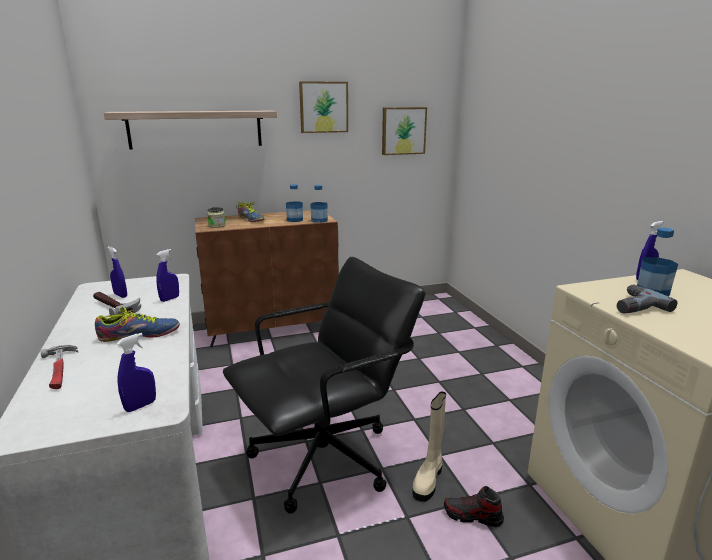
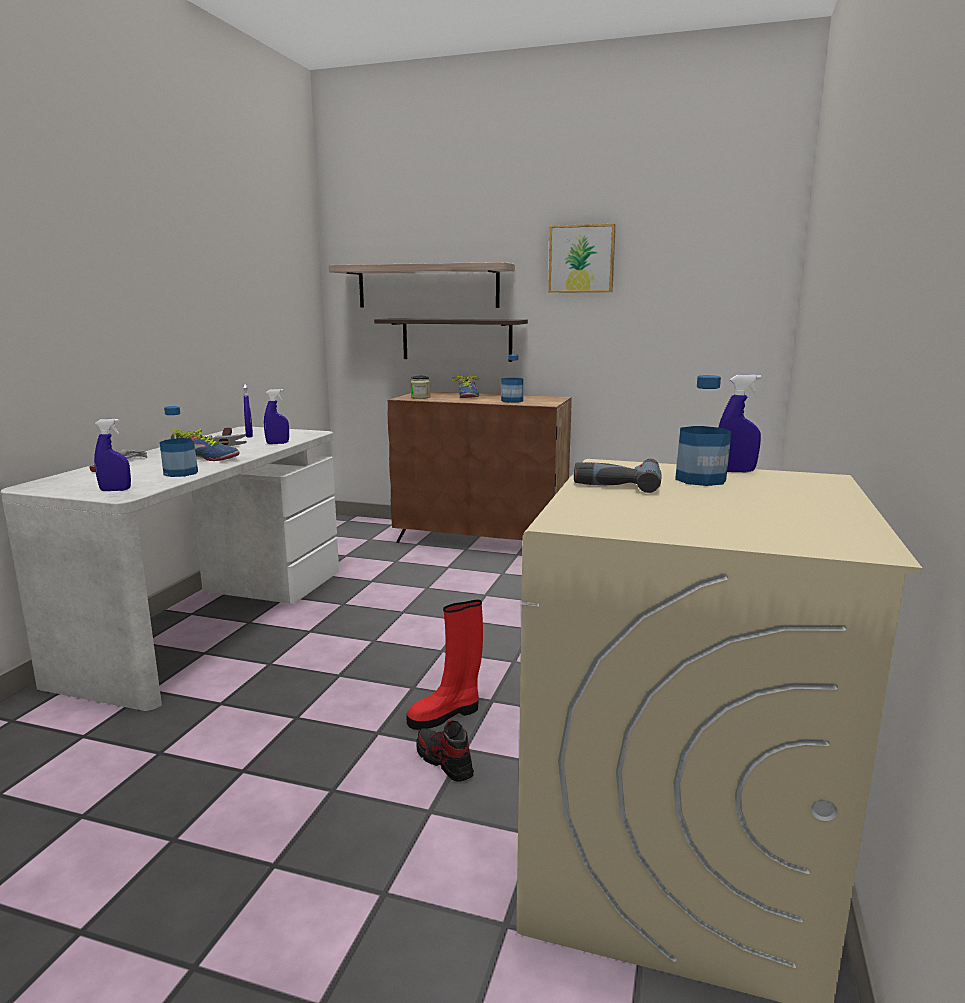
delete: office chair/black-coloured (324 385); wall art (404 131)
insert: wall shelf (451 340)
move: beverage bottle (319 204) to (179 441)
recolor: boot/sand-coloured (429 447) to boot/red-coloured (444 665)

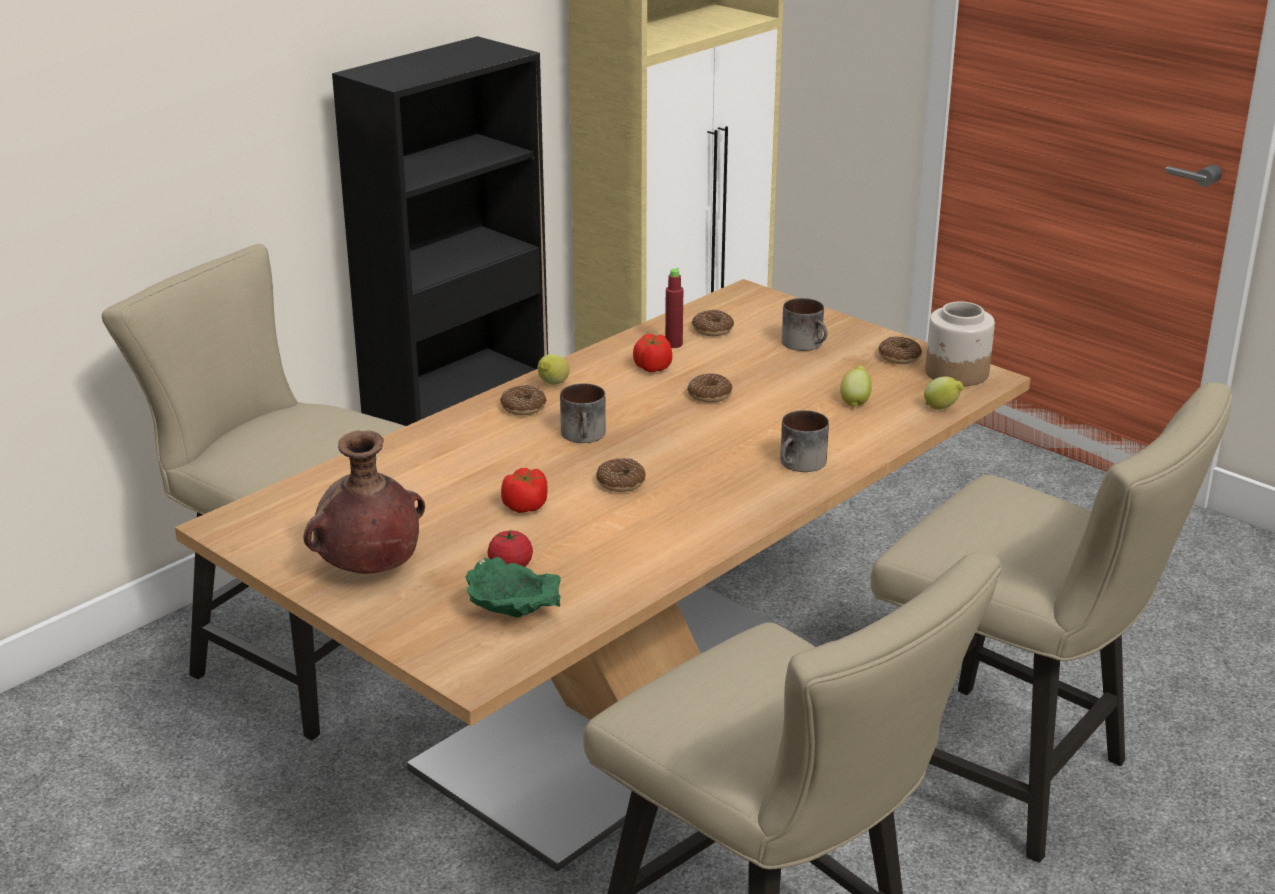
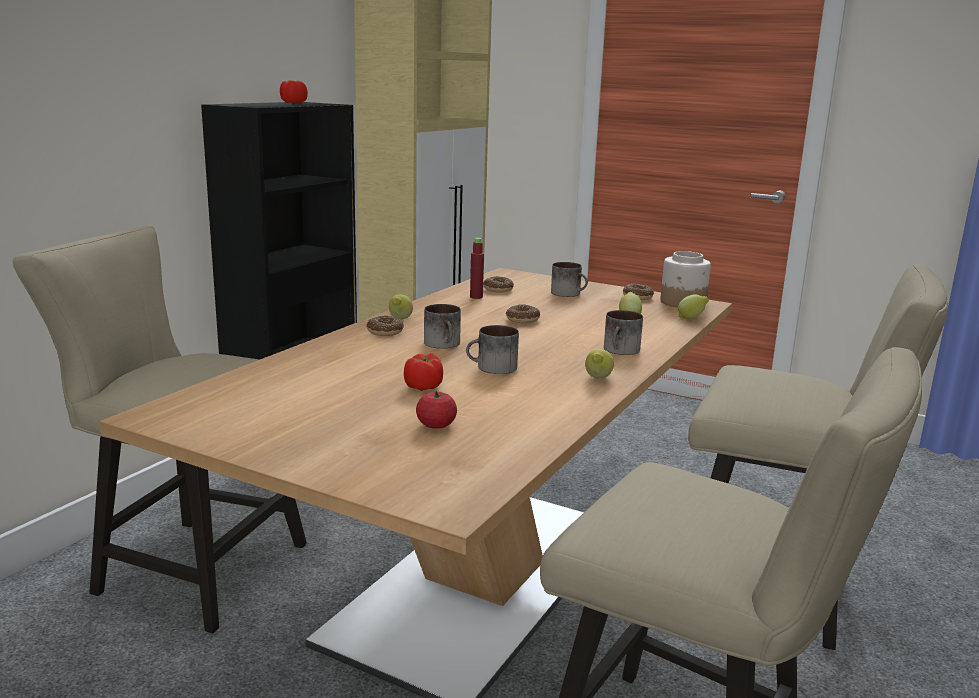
delete: decorative vase/brown-coloured (364 502); deep dish/green (513 587)
insert: whole lemon (599 363)
move: tomato (652 353) to (294 92)
replace: ring doughnut (621 475) to tea mug (492 349)

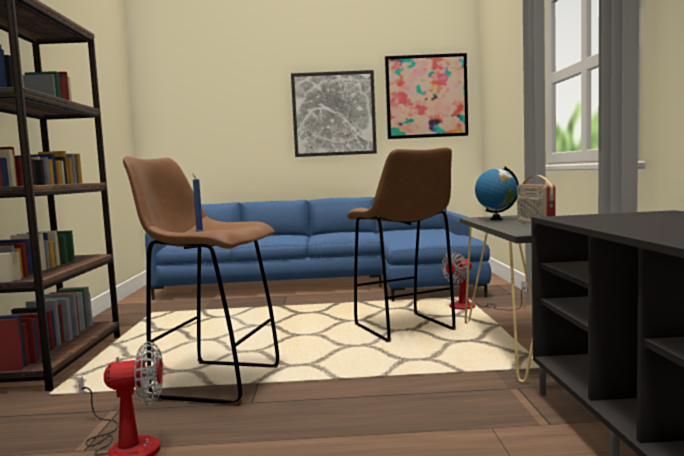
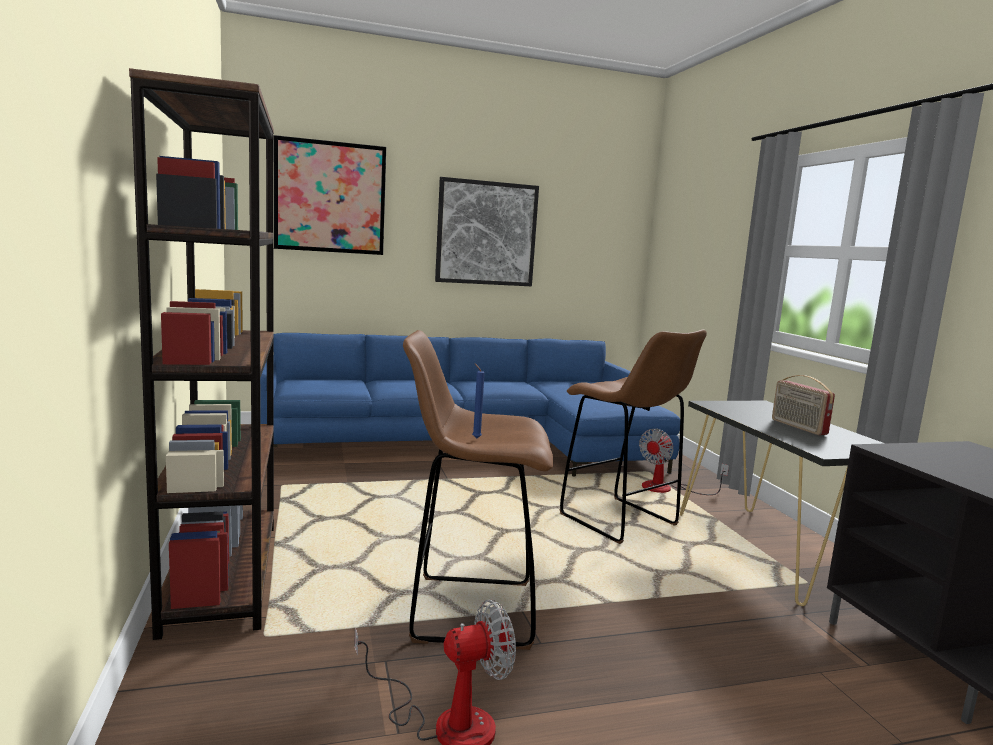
delete: world globe (497 193)
move: wall art (426 96) to (330 195)

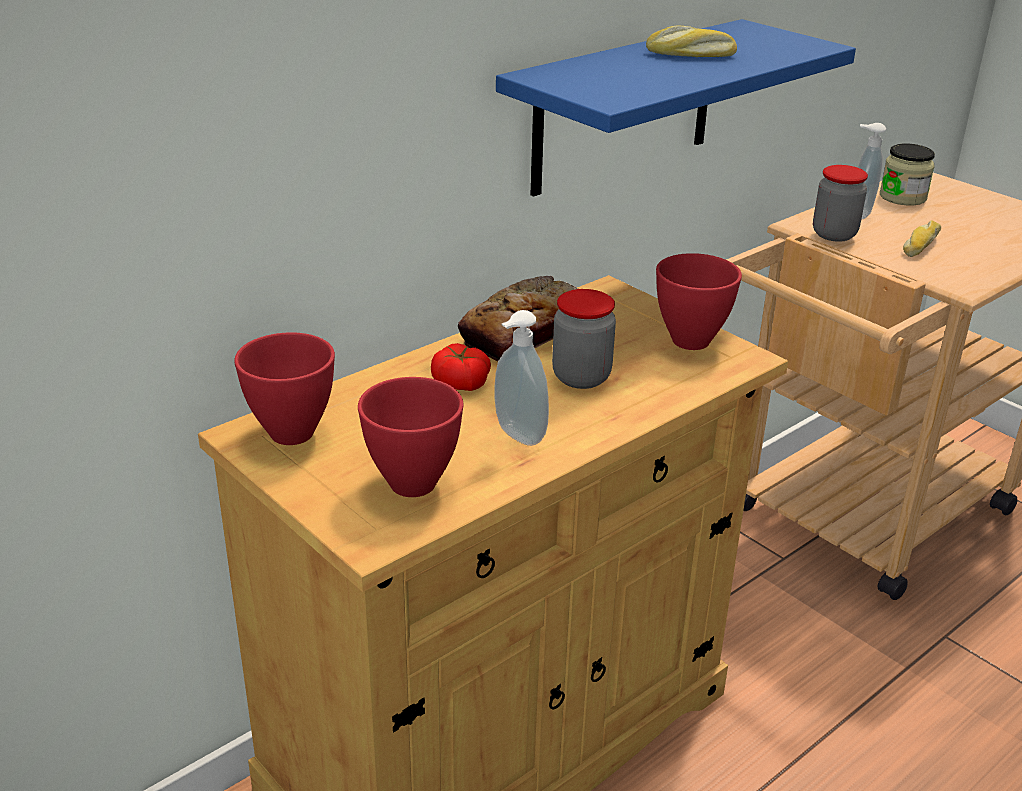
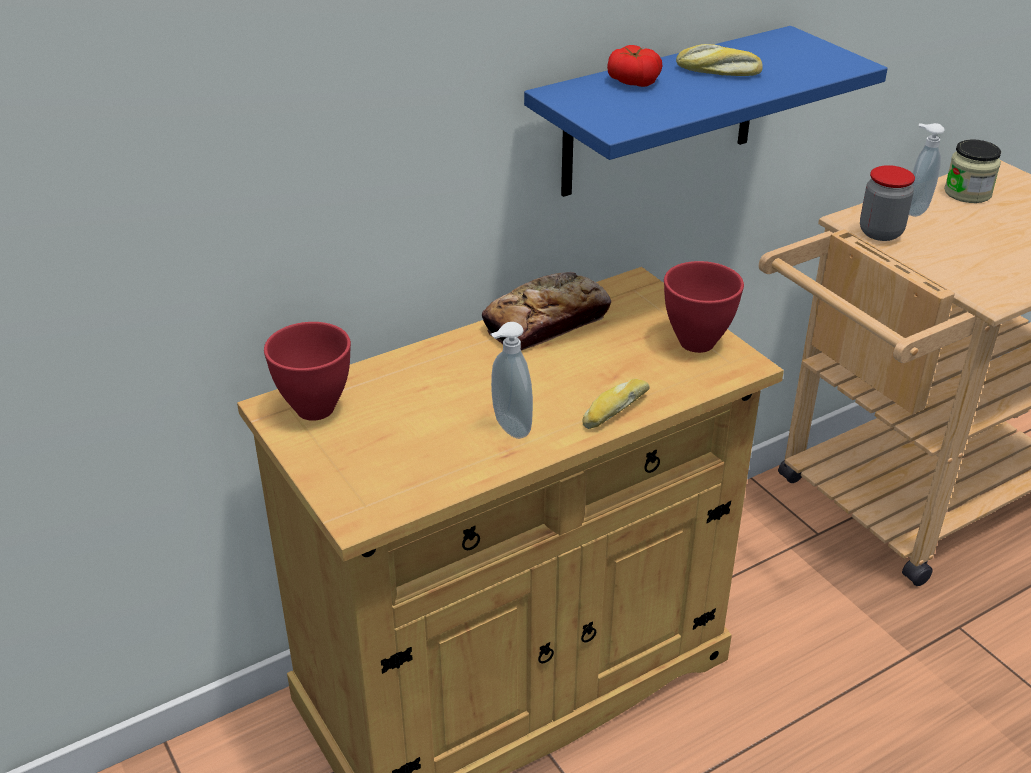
delete: deep dish/red-coloured (410 437); jar (584 339)
move: tomato (461 367) to (634 66); bread (922 238) to (616 404)

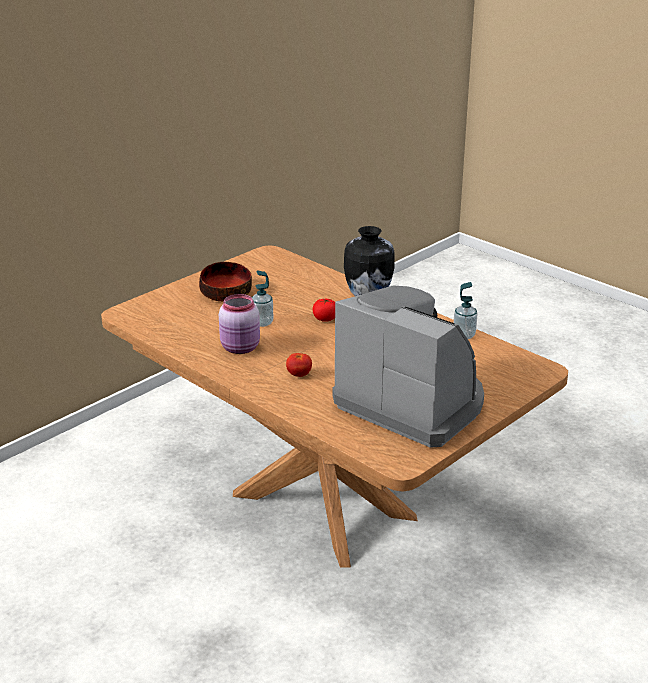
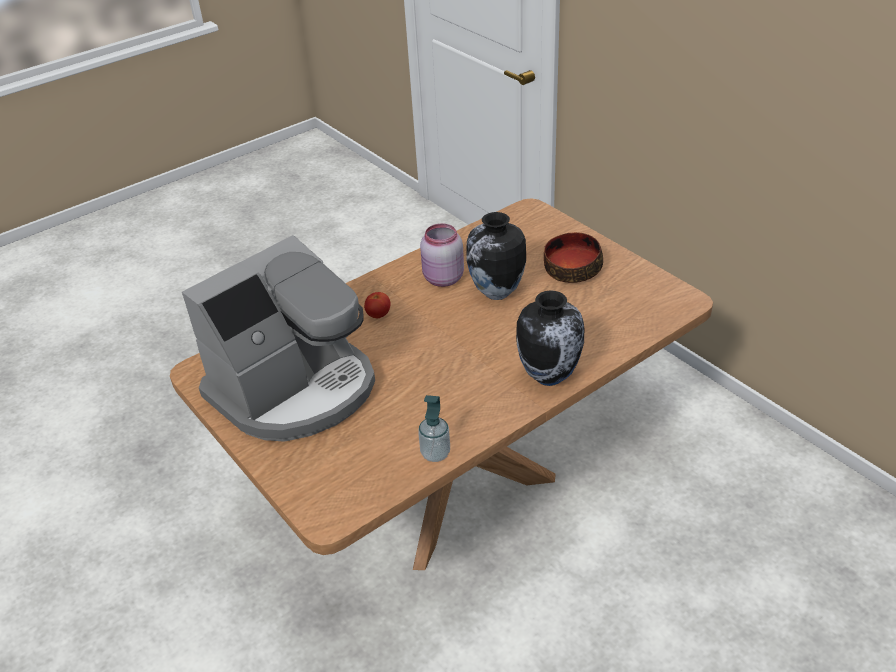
delete: tomato (324 310)
replace: soap bottle (262 298) to decorative vase (496 256)

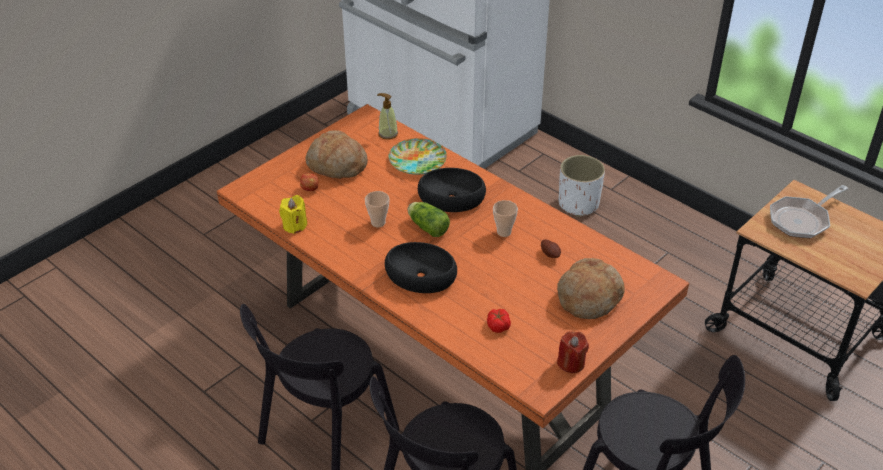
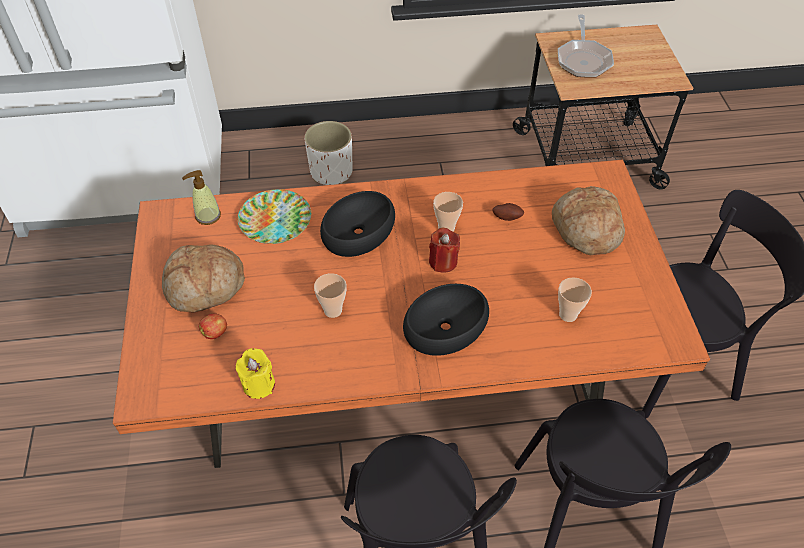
delete: lettuce (429 219)
move: candle/red-coloured (573 352) to (444 250)
replace: tomato (499 321) to drinking cup (575 299)

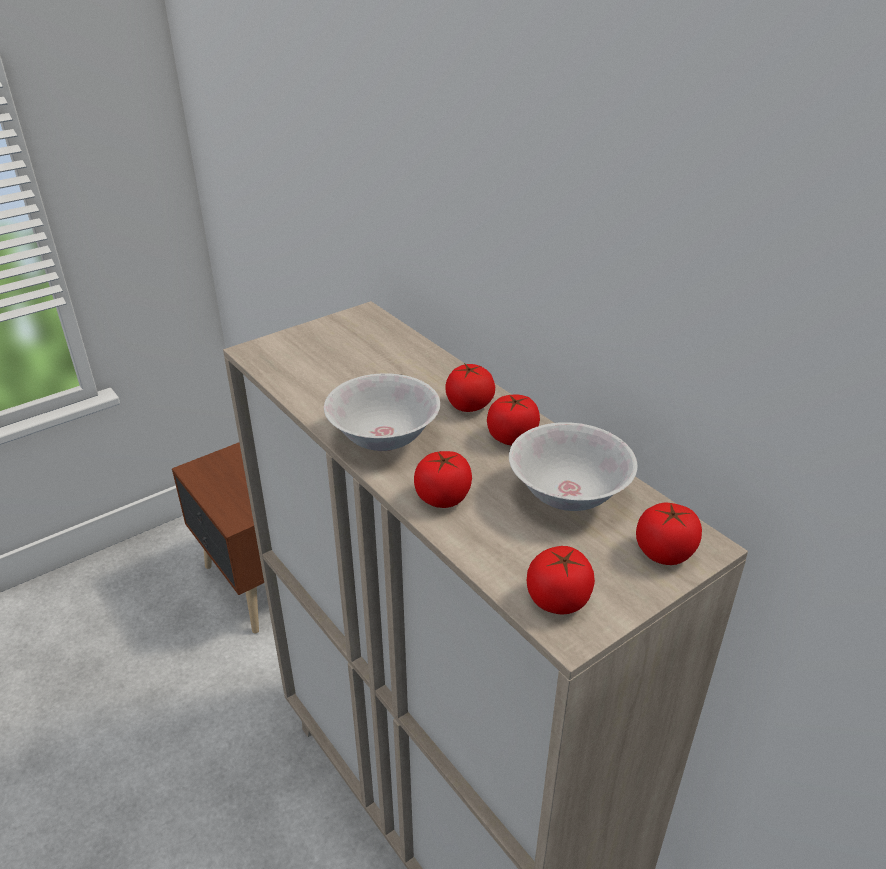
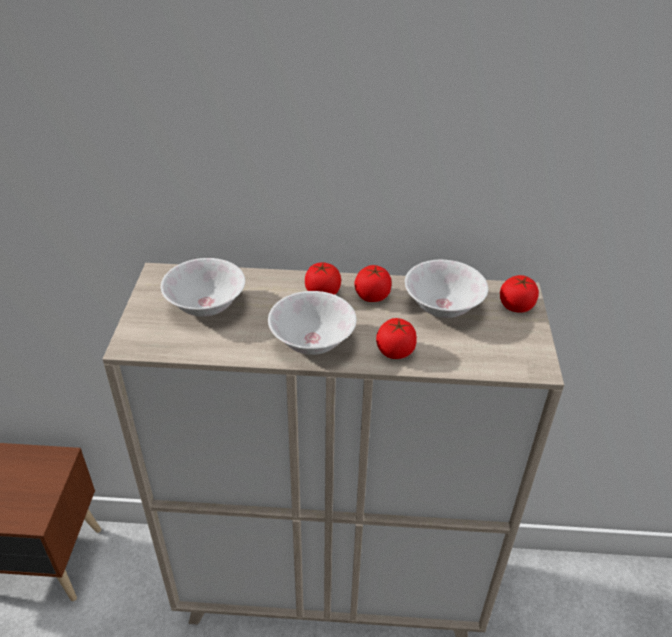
delete: tomato (561 580)
insert: deep dish/whitish (203 287)

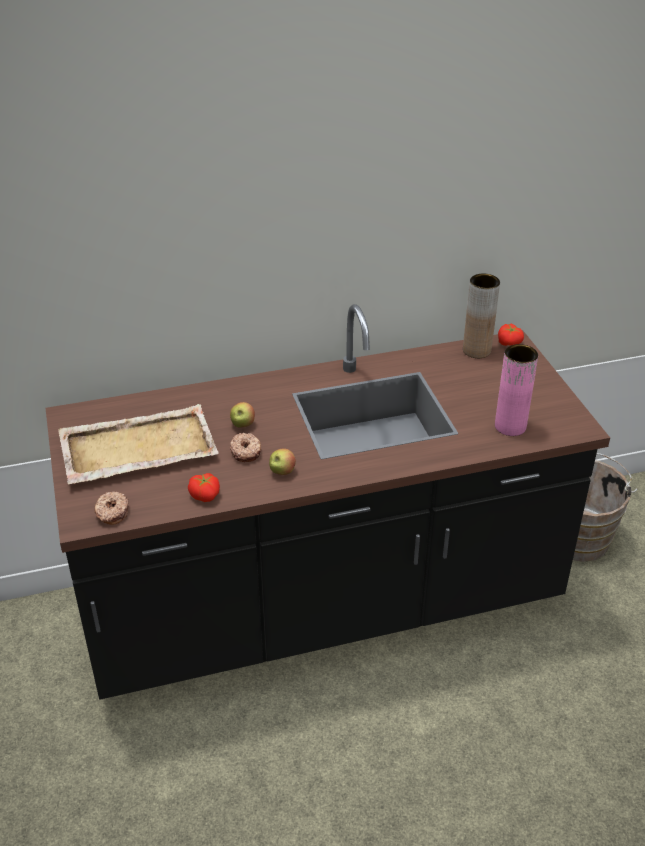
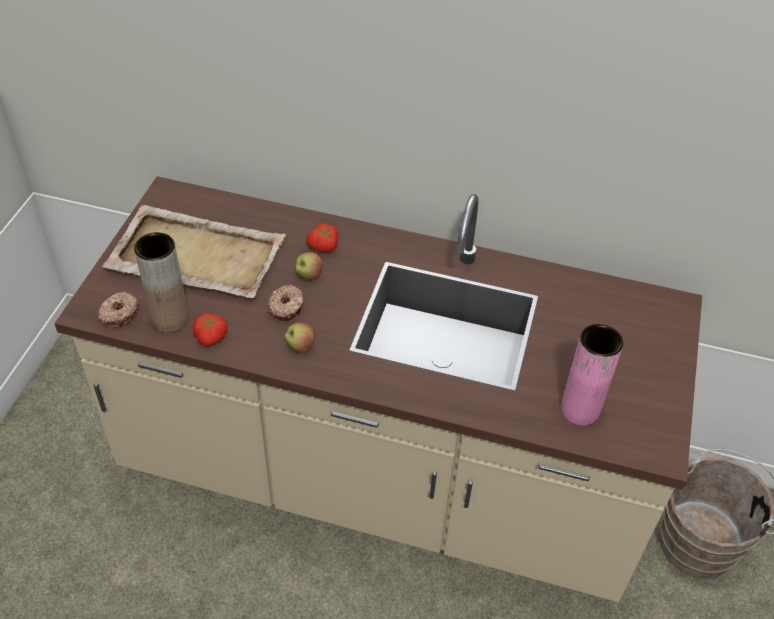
move: decorative vase/brown-coloured (481 316) to (161 282); tomato (511 335) to (322 237)
recolor: kitchen counter/black-coloured (328 502) to kitchen counter/sand-coloured (378 389)

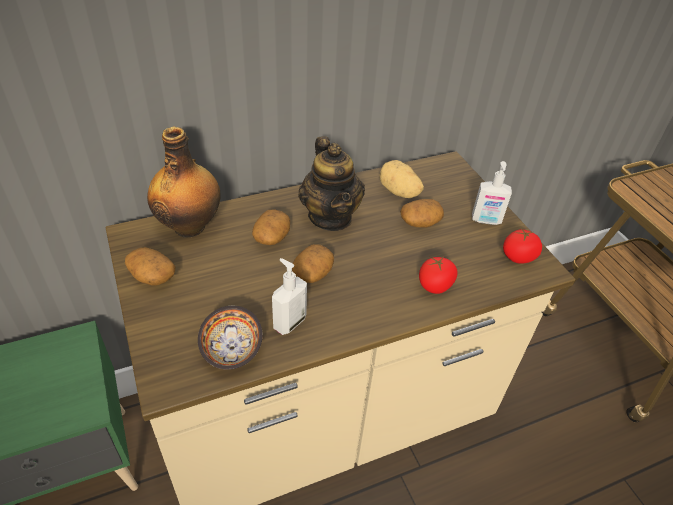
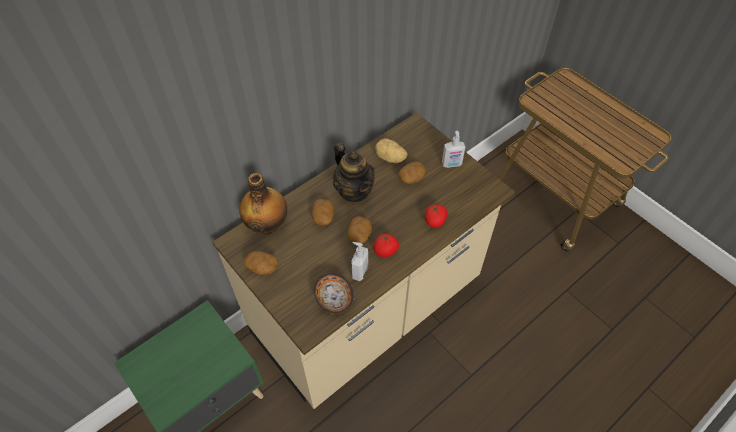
move: tomato (522 245) to (386 245)

